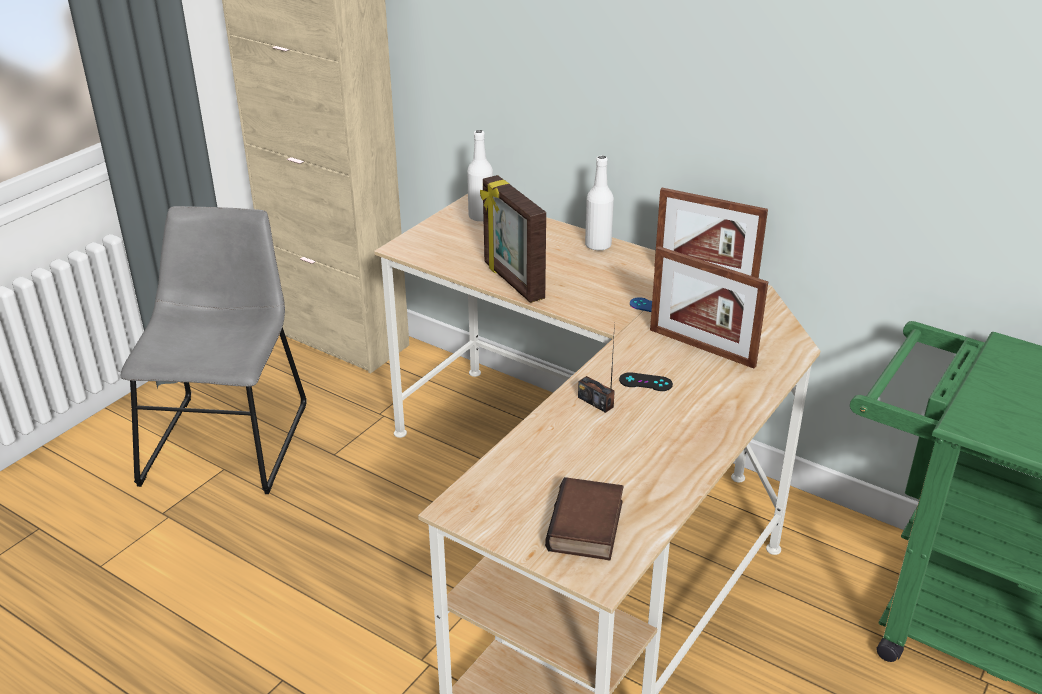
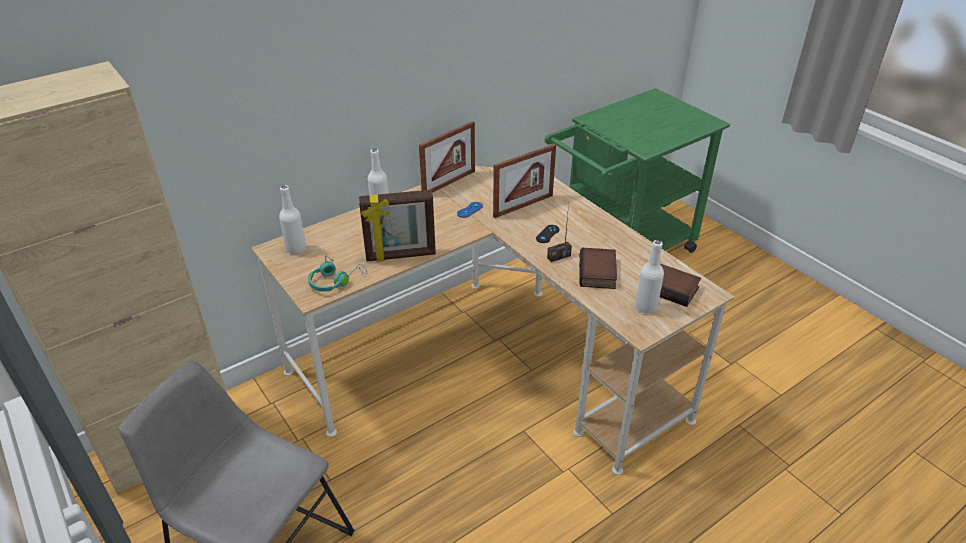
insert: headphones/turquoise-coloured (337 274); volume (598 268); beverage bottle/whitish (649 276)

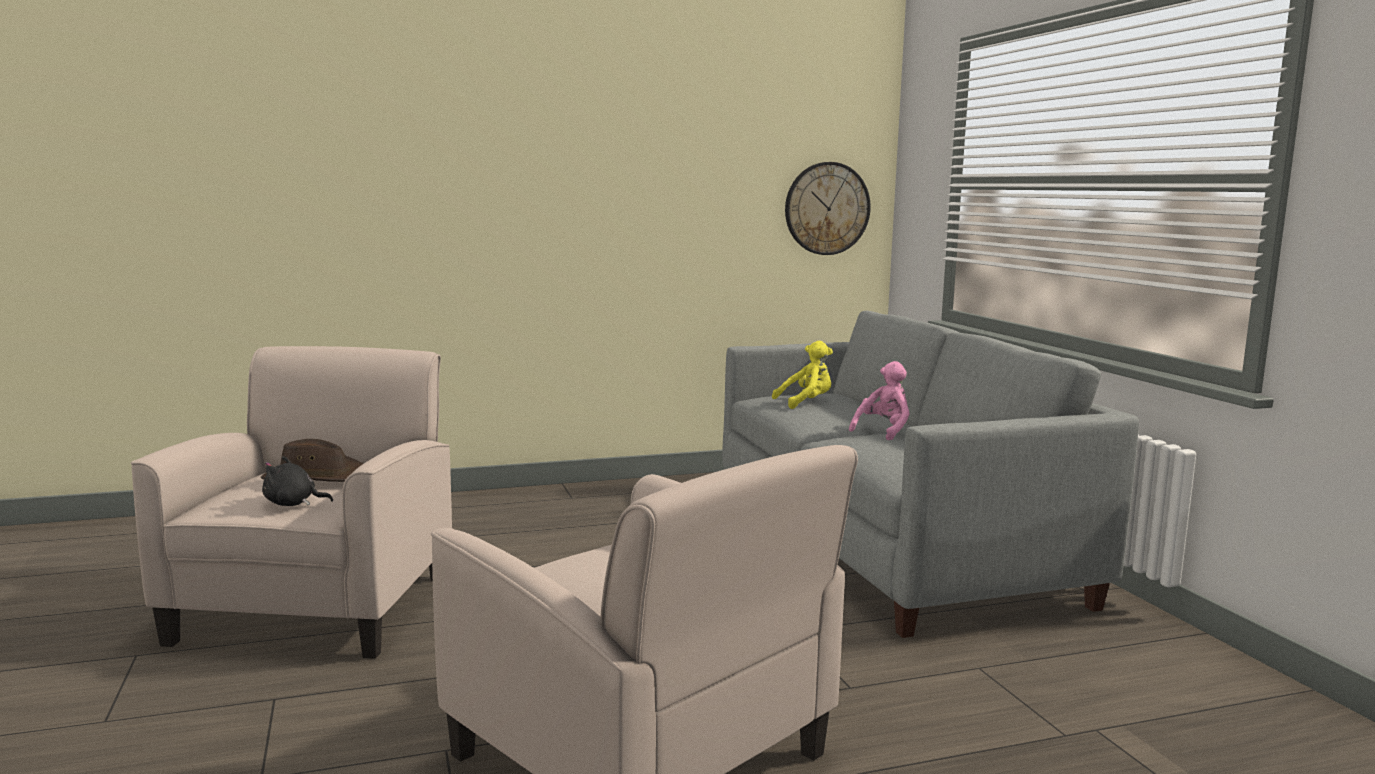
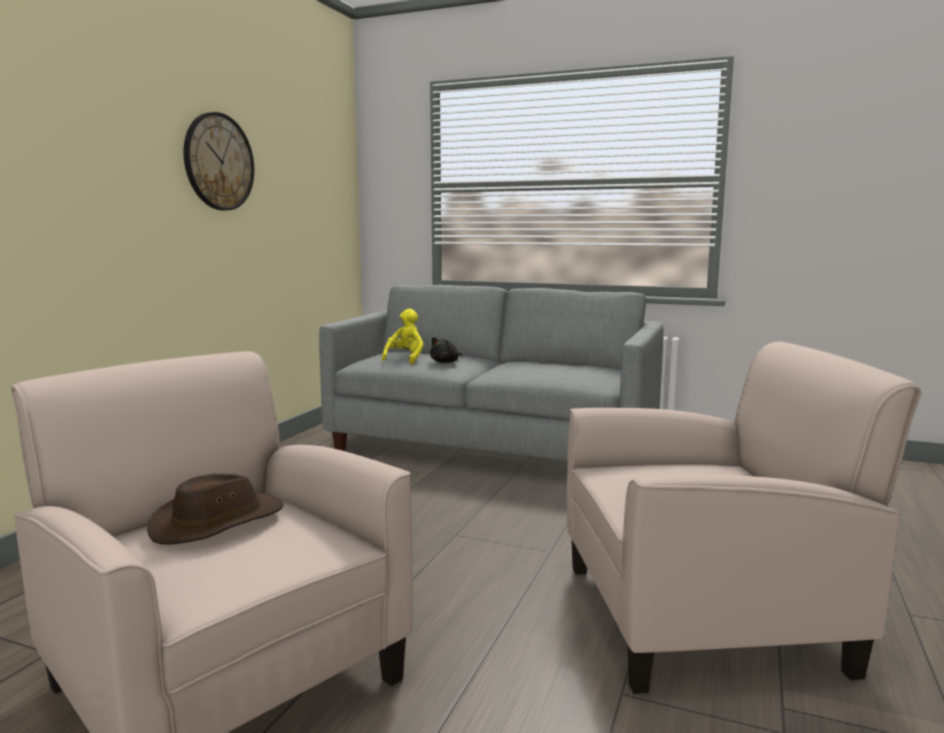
delete: soft toy/pink-coloured (879 400)
move: soft toy/black-coloured (297 481) to (446 350); wall clock (828 208) to (218 161)

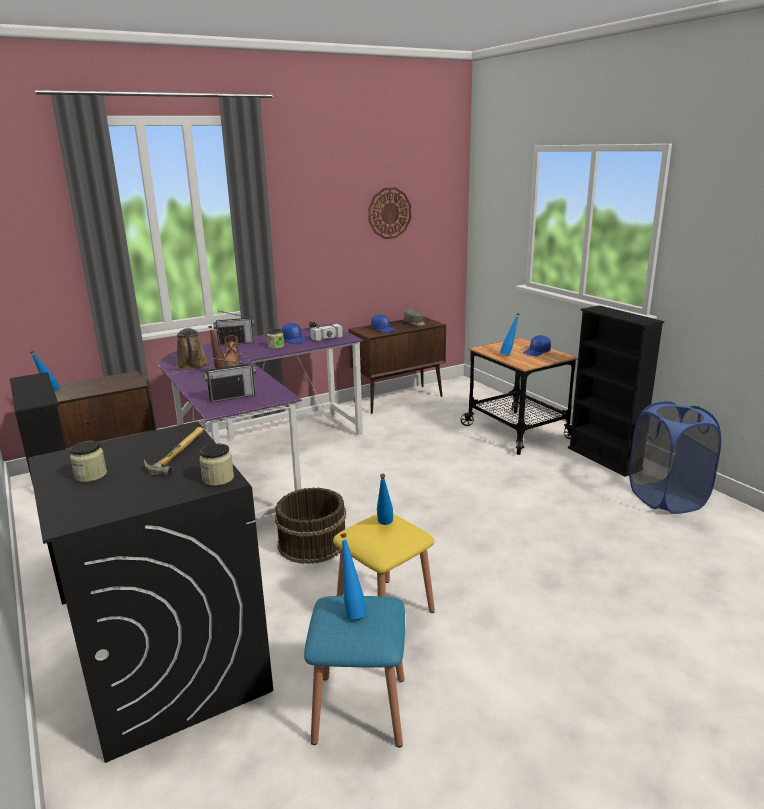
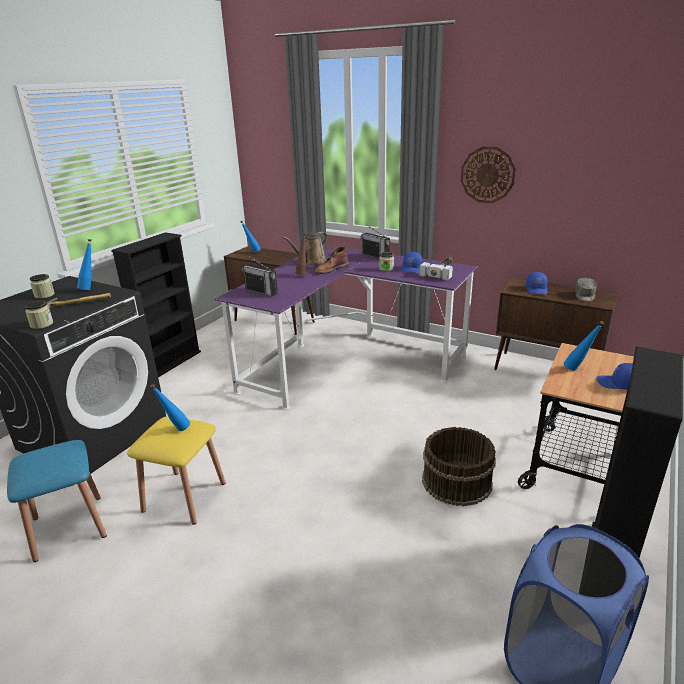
move: water bucket/brown-coloured (310 526) to (459 466); beverage bottle/bluish (353 576) to (84 264); wall clock (389 213) to (488 174)

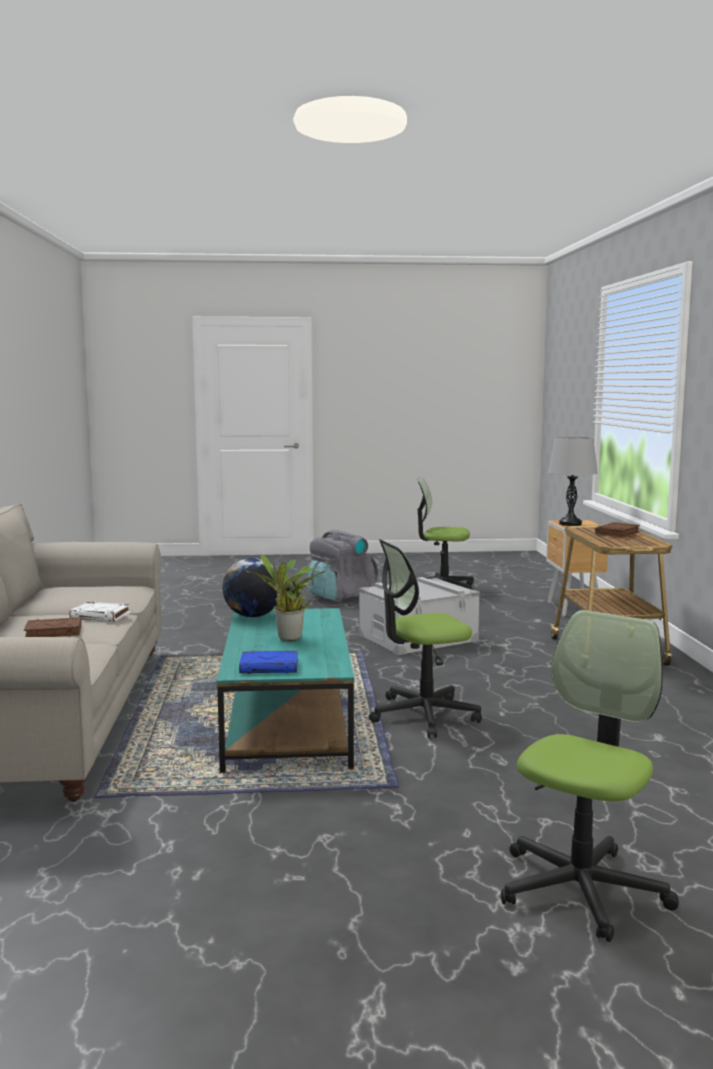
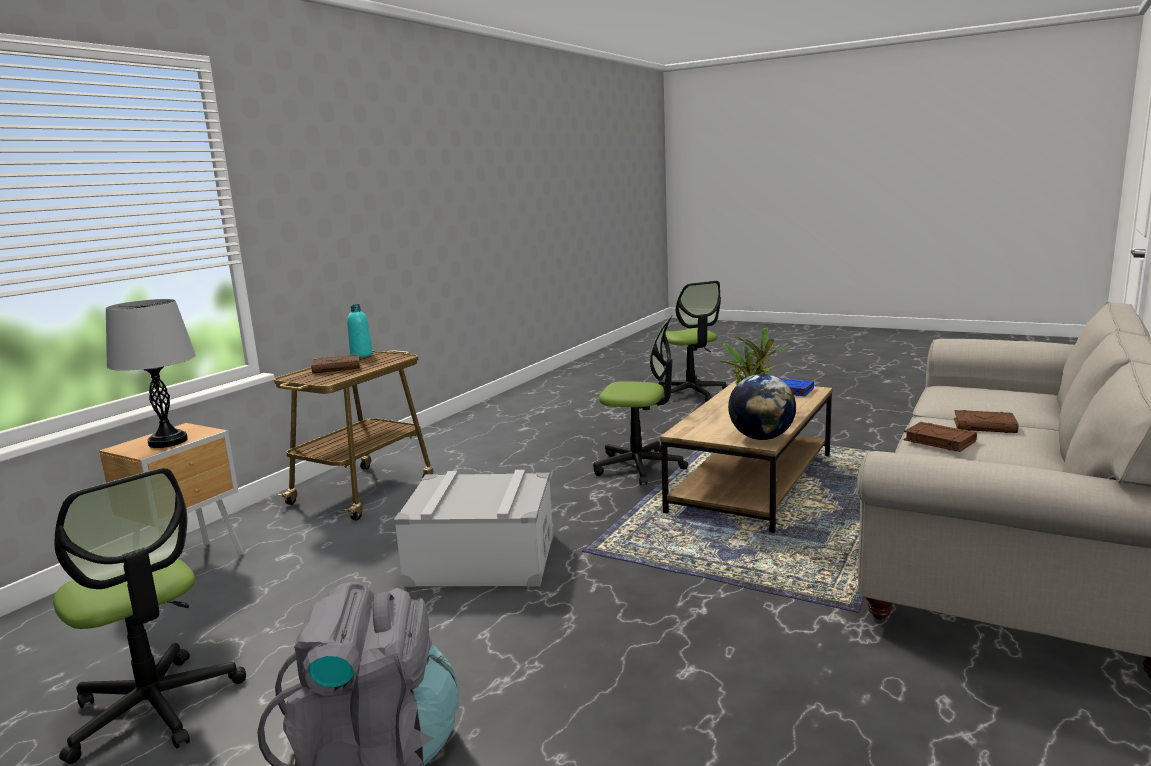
insert: beverage bottle/turquoise-coloured (360 330)
recolor: volume/whitish (100 611) to volume/brown-coloured (940 437); coffee table/turquoise-coloured (286 690) to coffee table/brown-coloured (746 456)
rotate: office chair (590 776) = (693 341) 90 degrees counterclockwise

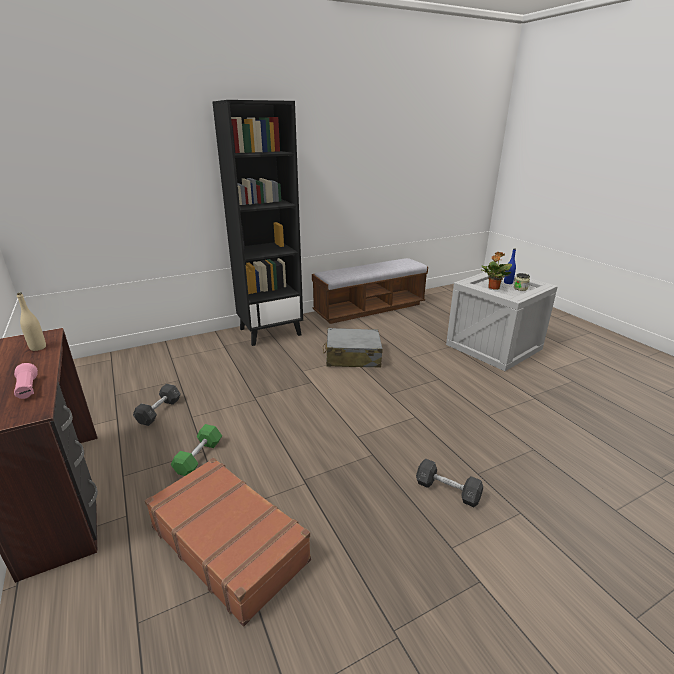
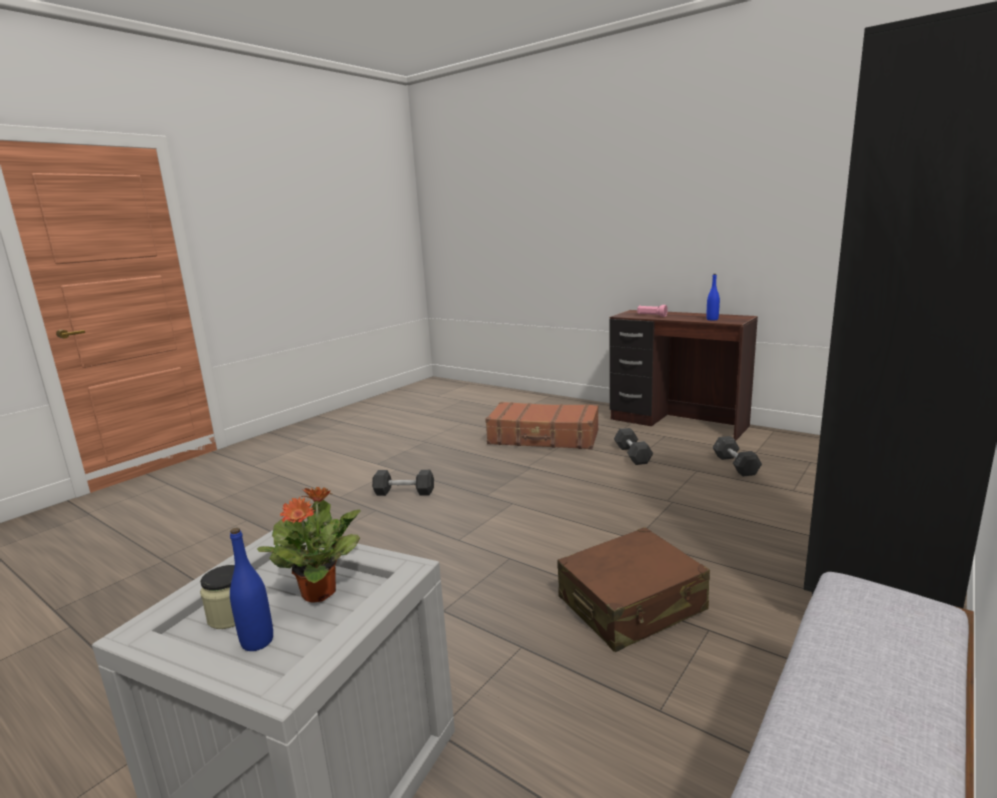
recolor: beverage bottle/sand-coloured (31 322) to beverage bottle/bluish (713 297); hand weight/green (196 450) to hand weight/greyish (633 446); suitcase/greyish (353 348) to suitcase/brown-coloured (633 589)

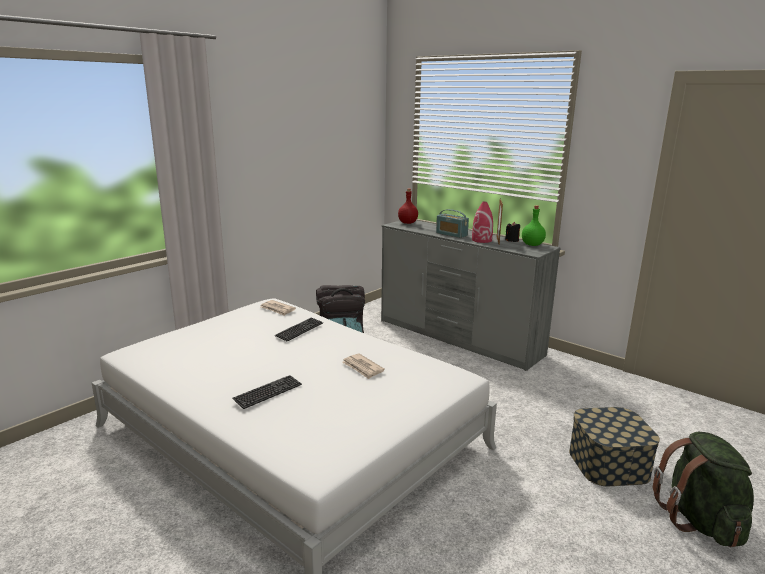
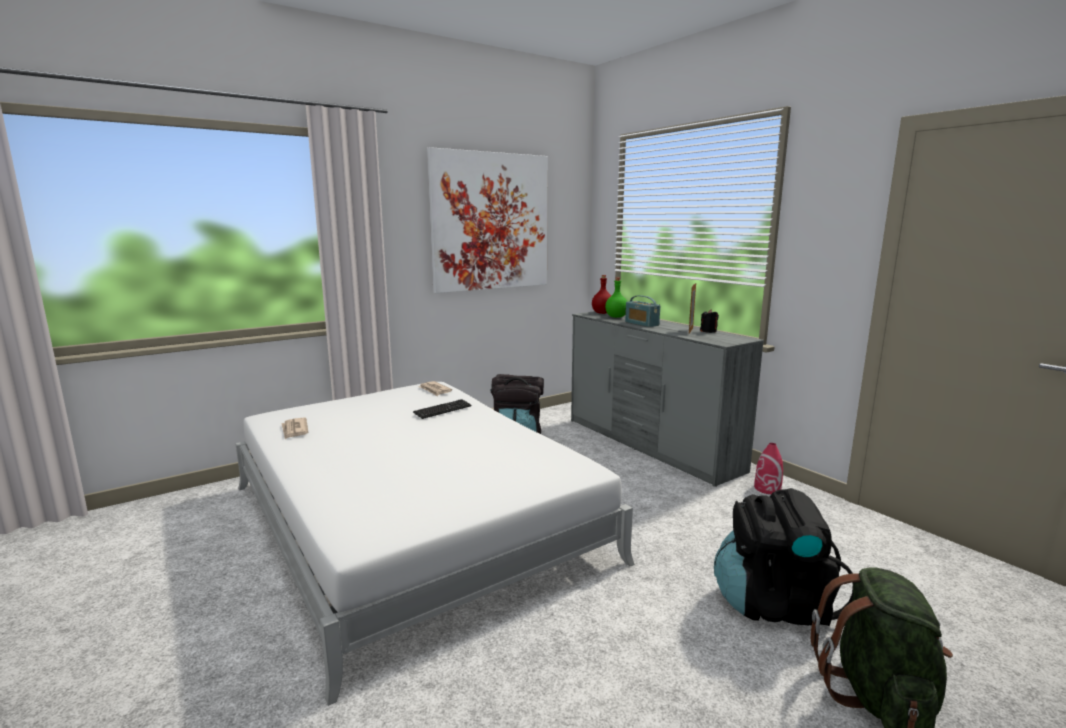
delete: keyboard (267 392)
insert: wall art (487 220)
move: daily paper (363 366) to (294 428); decorative vase/red-coloured (482 222) to (768 468); beverage bottle/green (534 225) to (616 297)
replace: storage box (614 446) to rucksack/black-coloured (784 557)

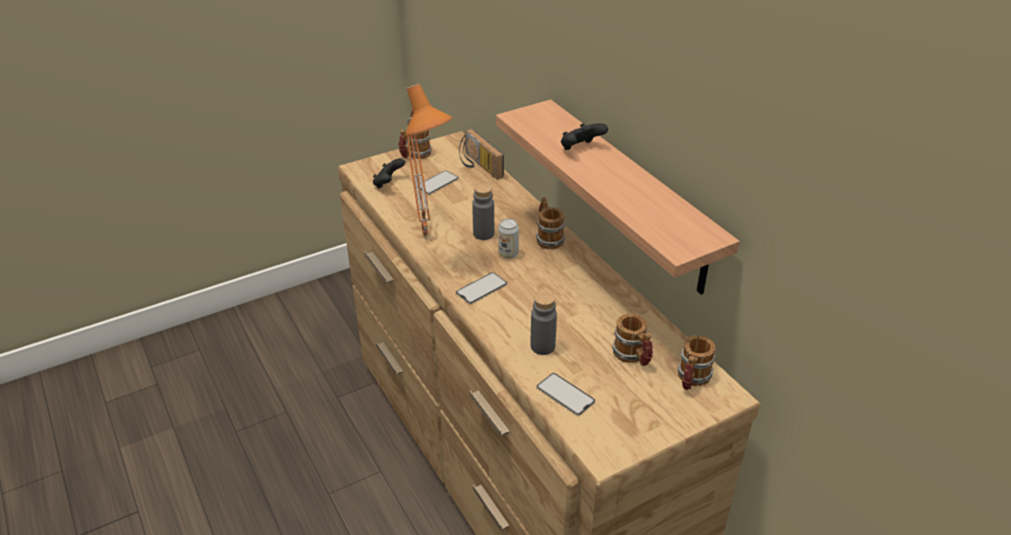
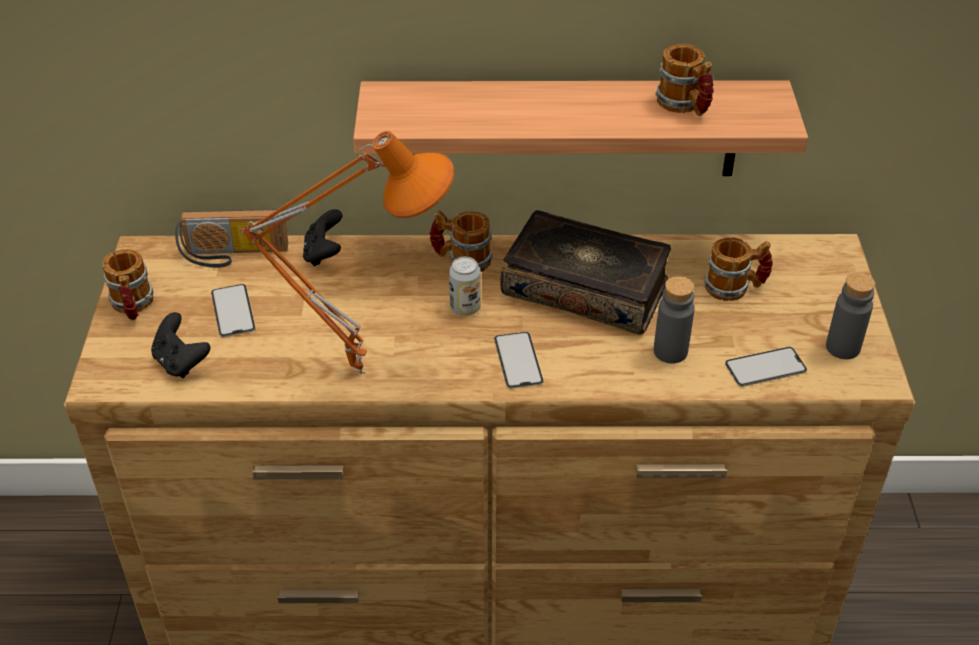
insert: volume (585 272)
move: beverage bottle/greyish (483 211) to (850 315); joypad/black-coloured (584 136) to (322 237); tea mug (696 362) to (684 80)

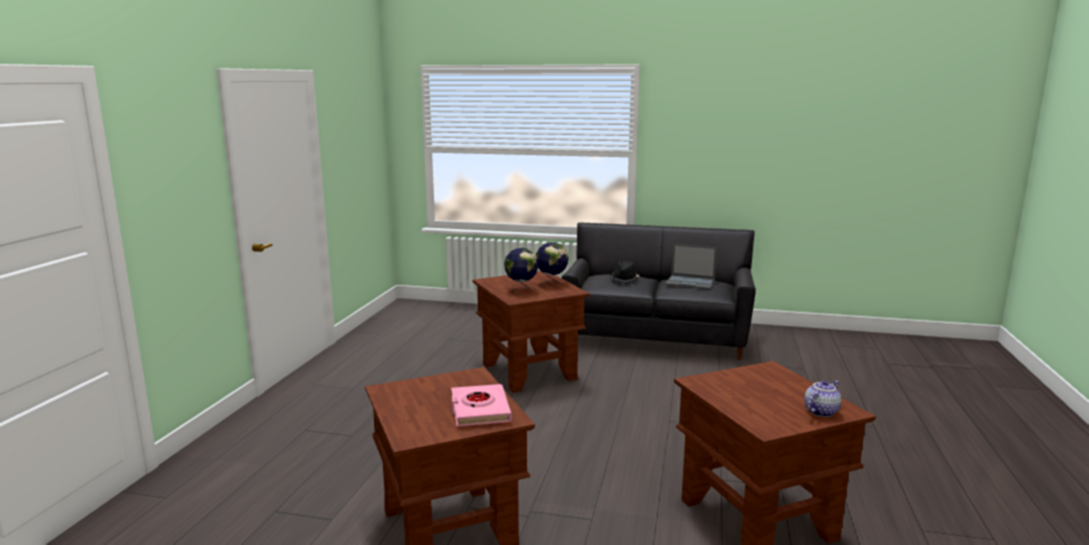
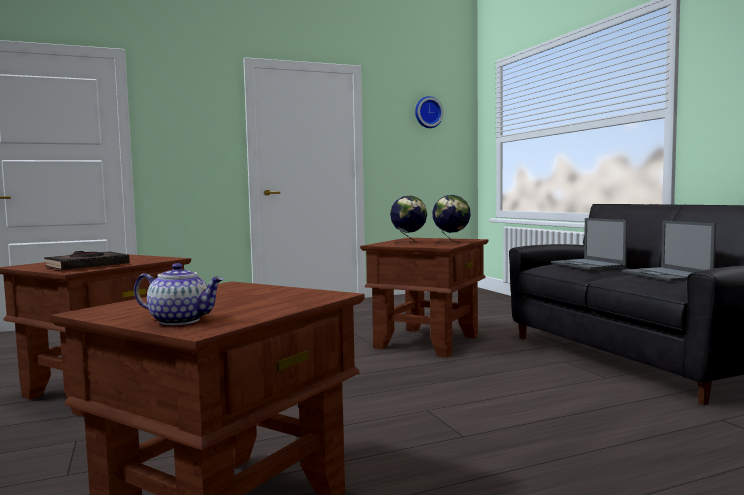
insert: wall clock (429 112)
replace: clothing hat/black-coloured (624 272) to notebook computer (589 244)
recolor: volume/pink-coloured (481 405) to volume/black-coloured (87 260)

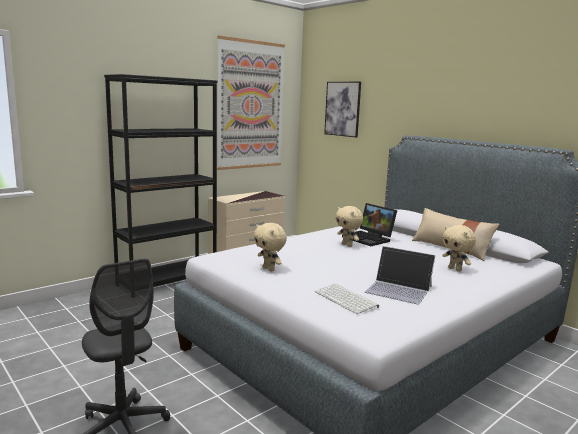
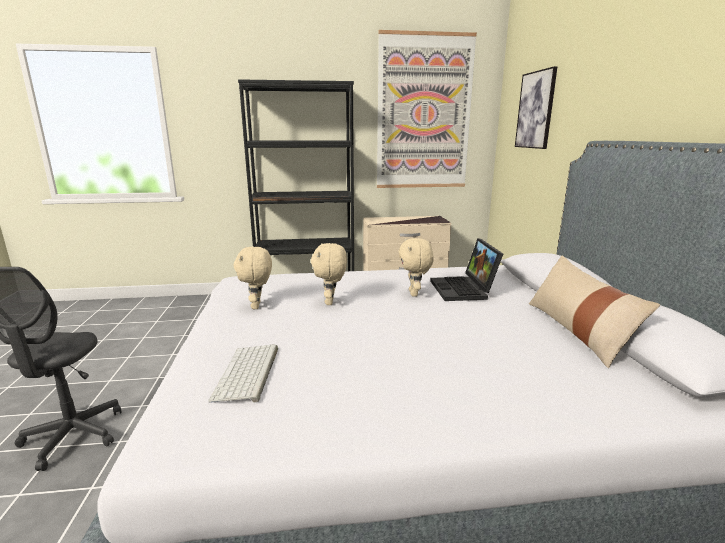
delete: notebook computer (400 275)
move: soft toy/sand-coloured (459 248) to (329 274)

